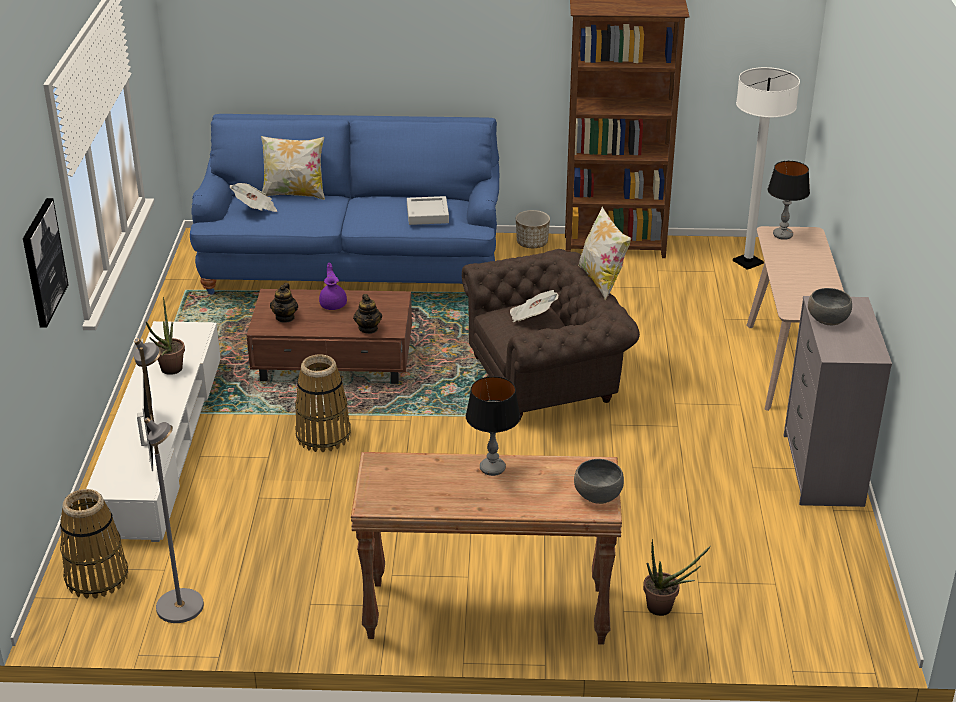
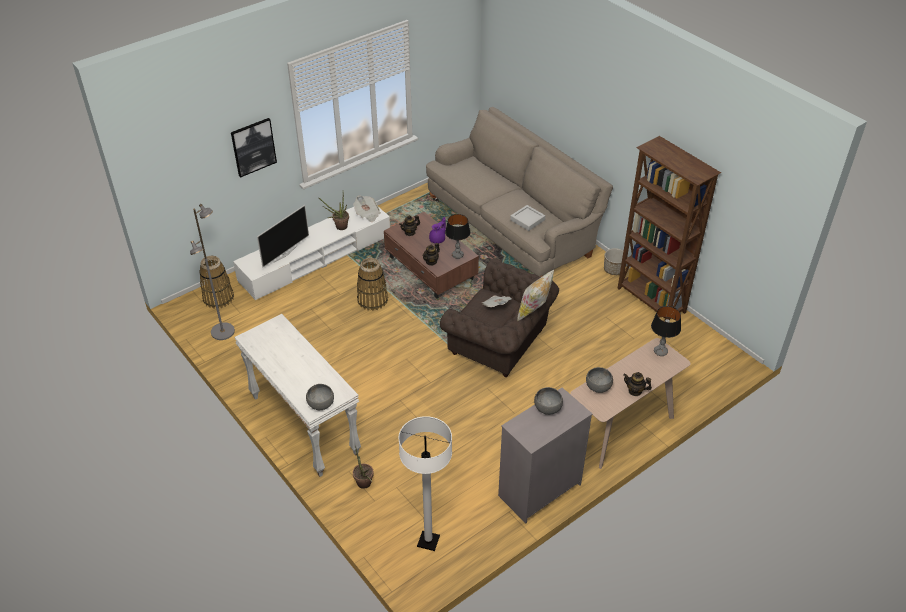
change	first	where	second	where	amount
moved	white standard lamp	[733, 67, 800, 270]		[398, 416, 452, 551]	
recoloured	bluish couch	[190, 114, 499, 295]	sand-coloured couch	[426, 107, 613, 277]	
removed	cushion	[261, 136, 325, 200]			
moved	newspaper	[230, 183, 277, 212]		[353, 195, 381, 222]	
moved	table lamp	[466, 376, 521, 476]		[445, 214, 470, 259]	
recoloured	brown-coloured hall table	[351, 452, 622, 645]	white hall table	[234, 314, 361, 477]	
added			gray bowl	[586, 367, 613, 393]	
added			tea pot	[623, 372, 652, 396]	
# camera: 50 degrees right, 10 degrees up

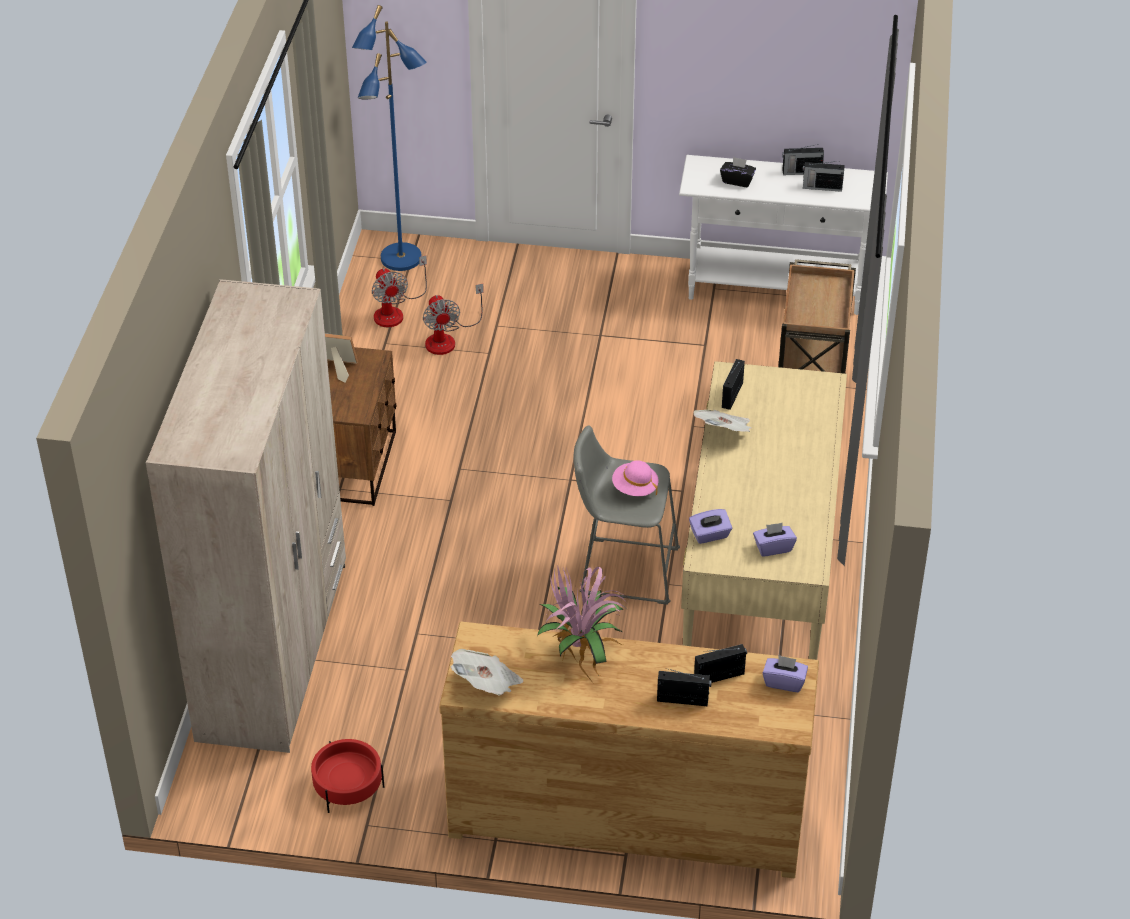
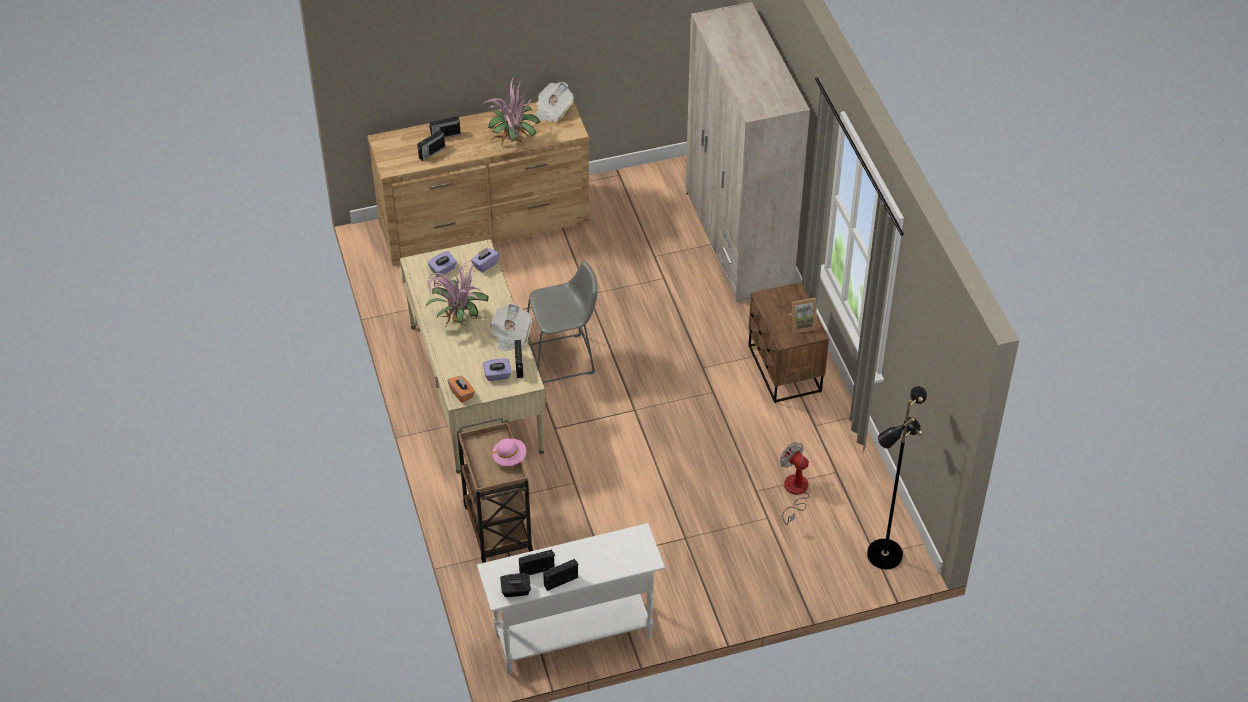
change	first	where	second	where	amount
recoloured	bluish standard lamp	[352, 5, 427, 271]	black standard lamp	[867, 386, 927, 569]	
moved	black tissue box	[720, 157, 756, 187]		[500, 573, 531, 597]	
removed	cooling fan	[372, 255, 427, 327]			
moved	pink clothing hat	[612, 460, 659, 496]		[492, 438, 526, 466]	
moved	purple tissue box	[762, 655, 808, 692]		[483, 358, 512, 381]	
removed	reddish flower pot	[311, 739, 384, 813]			
added			houseplant	[426, 262, 489, 327]	
added			orange tissue box	[448, 376, 475, 403]	
# camera: 155 degrees right, 5 degrees up

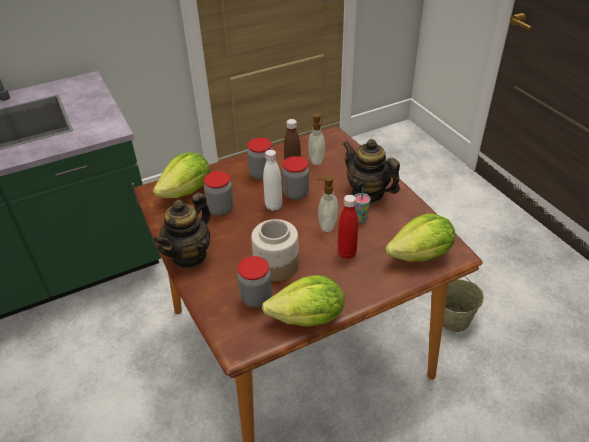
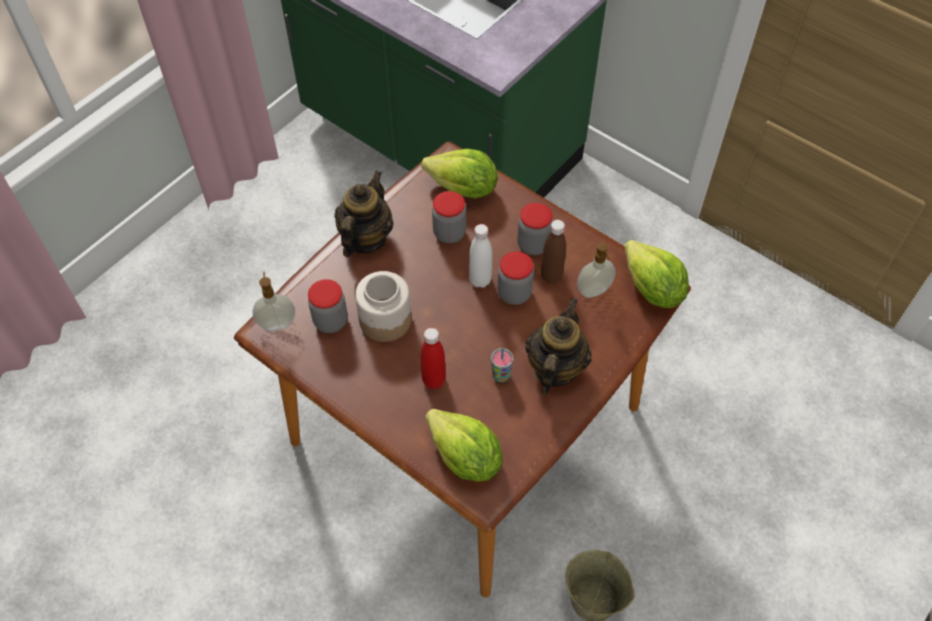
change	first	where	second	where	amount
moved	soap bottle	[317, 175, 338, 232]		[252, 272, 295, 331]	
turned	tea pot	[153, 193, 211, 269]		[334, 170, 394, 257]	105 degrees clockwise
moved	head of lettuce	[262, 275, 345, 327]		[625, 240, 689, 308]	
# camera: 65 degrees right, 15 degrees up

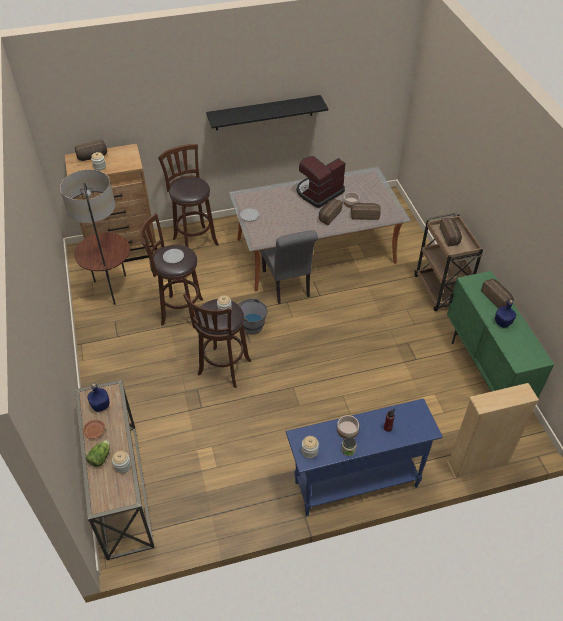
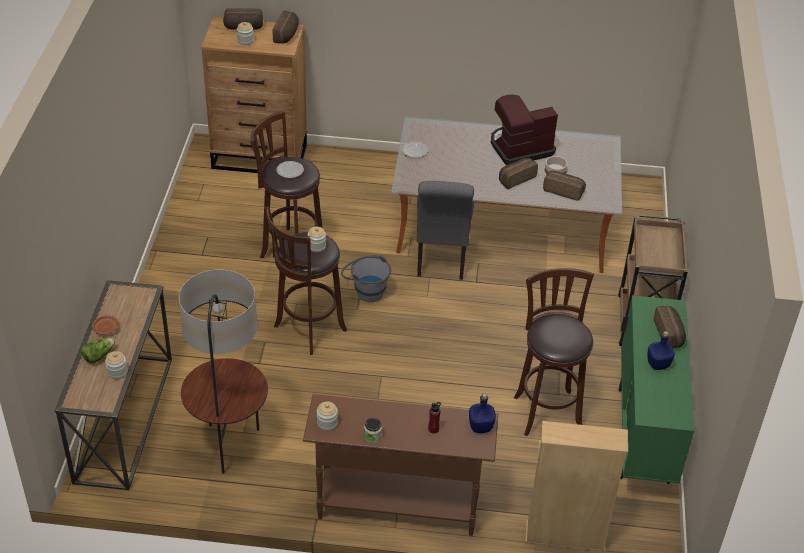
change	first	where	second	where	amount
removed	black wall shelf	[206, 95, 328, 130]			
moved	brown-coloured sitting stool	[158, 144, 219, 247]		[514, 268, 594, 436]	
moved	standard lamp	[60, 169, 130, 305]		[179, 270, 268, 474]	
moved	baked bread	[440, 218, 462, 246]		[273, 10, 299, 44]	
moved	bluish drink bottle	[87, 383, 109, 412]		[469, 393, 496, 433]	
recoloured	bluish hall table	[286, 398, 443, 516]	brown-coloured hall table	[303, 394, 498, 536]	
removed	bowl	[337, 415, 359, 439]			
# camera: 20 degrees right, 5 degrees down

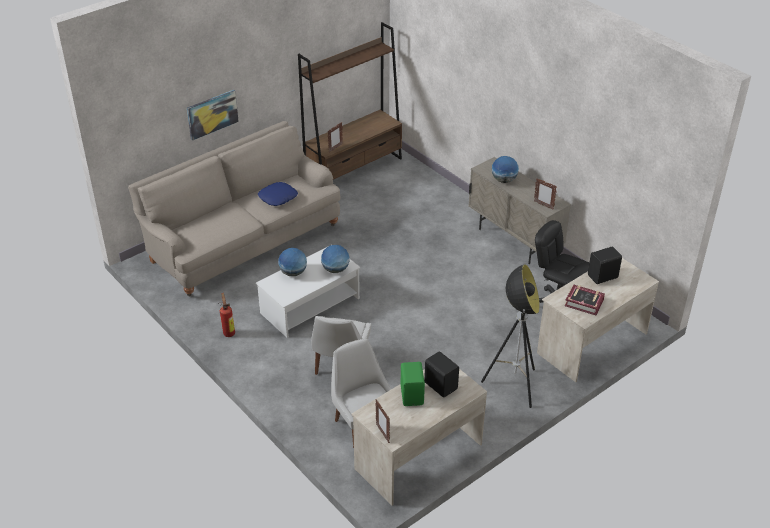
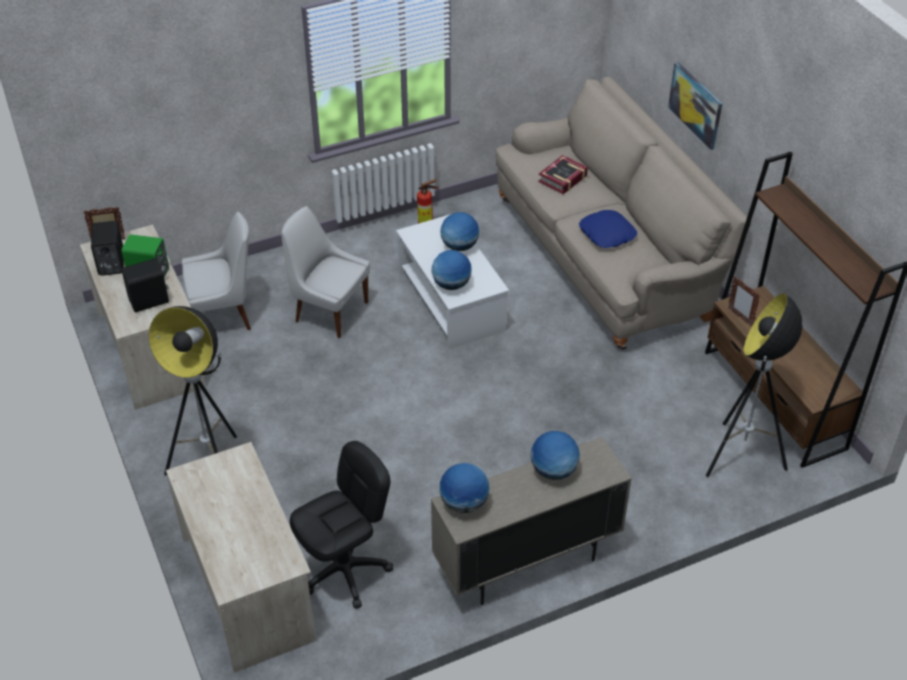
change	first	where	second	where	amount
replaced	standing frame	[534, 178, 557, 210]	desk globe	[440, 463, 490, 513]	
moved	black speaker	[588, 246, 622, 284]		[91, 221, 124, 276]	
moved	volume	[565, 284, 605, 316]		[538, 155, 588, 194]	
added			standard lamp	[706, 293, 802, 477]	
# camera: 105 degrees right, 5 degrees up

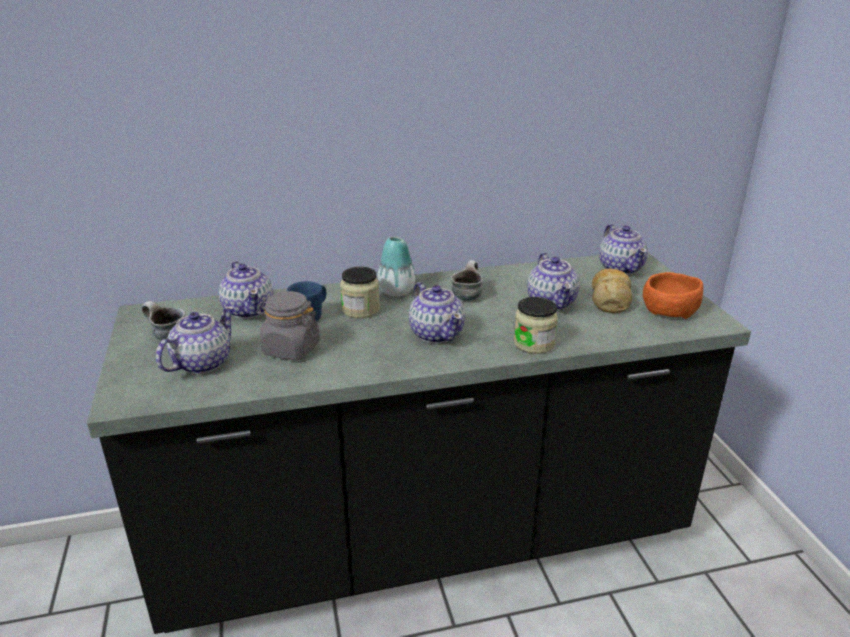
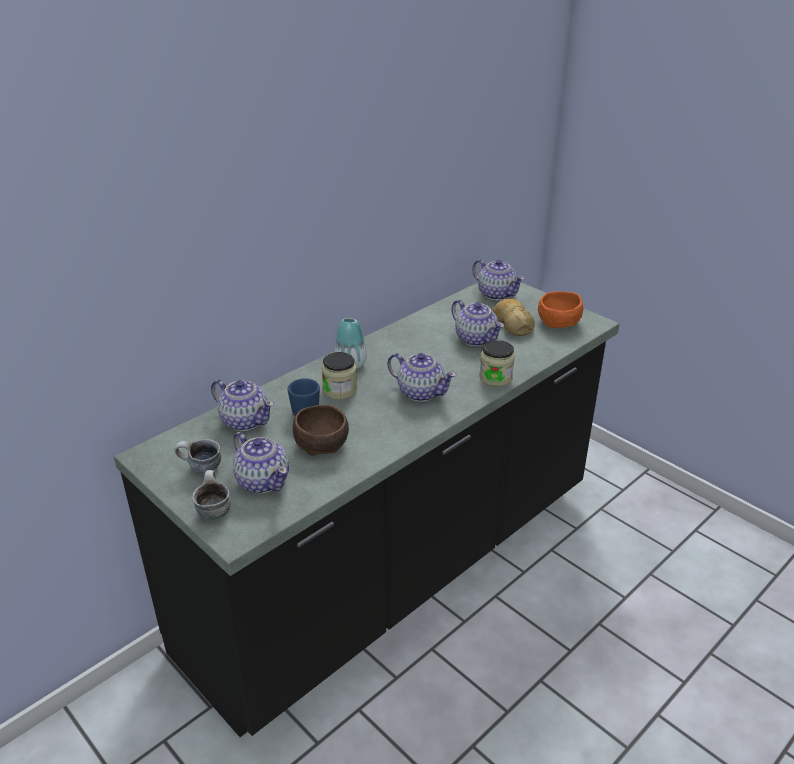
change	first	where	second	where	amount
moved	mug	[451, 260, 483, 301]		[192, 470, 231, 520]	
replaced	gray storage jar	[256, 291, 320, 360]	brown-coloured bowl	[293, 405, 349, 456]	
turned	tea pot	[156, 306, 234, 374]		[233, 432, 289, 493]	135 degrees clockwise
# camera: 30 degrees left, 5 degrees up

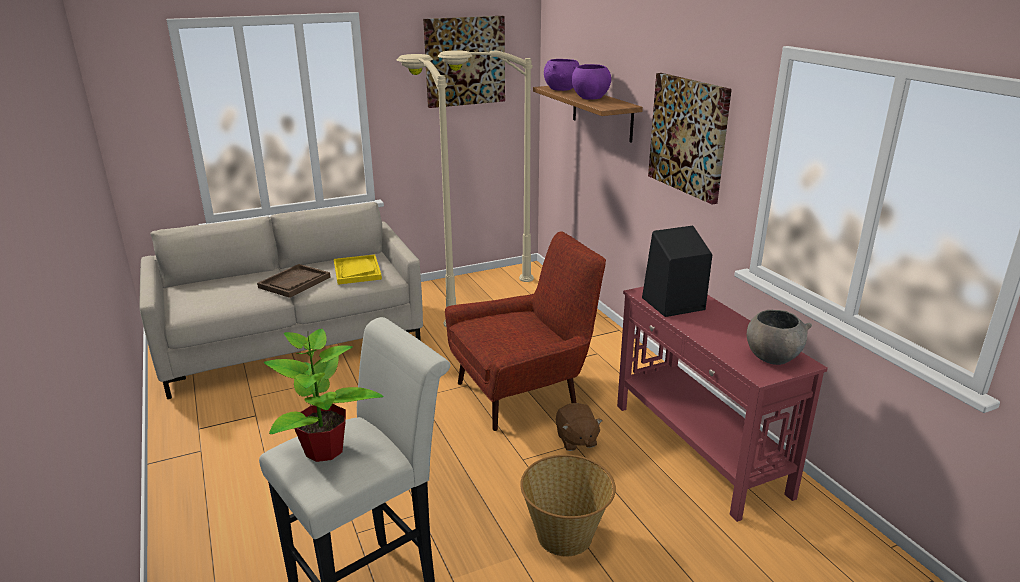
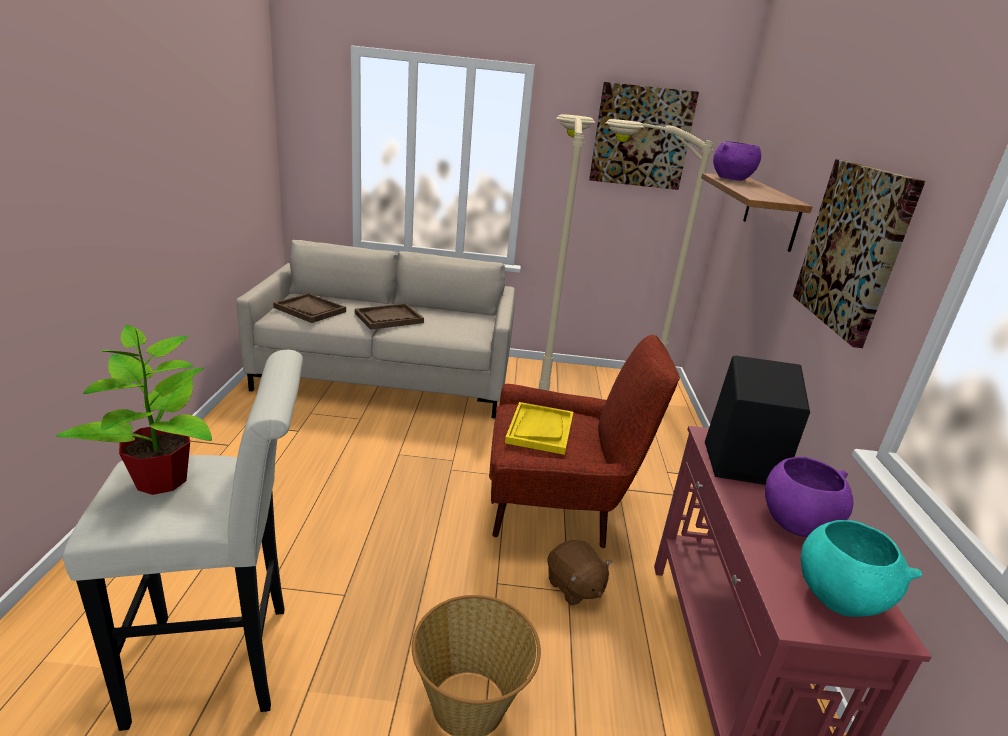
change	first	where	second	where	amount
moved	purple bowl	[572, 64, 611, 100]		[765, 457, 854, 537]	
moved	yellow carrying tray	[334, 254, 382, 285]		[505, 402, 573, 455]	
recoloured	gray bowl	[747, 310, 812, 365]	turquoise-coloured bowl	[801, 520, 922, 617]	
turned	brown-coloured soft toy	[556, 403, 603, 451]		[547, 540, 612, 605]	45 degrees counterclockwise
added			brown-coloured carrying tray	[273, 293, 346, 323]	
# camera: 25 degrees right, 0 degrees up

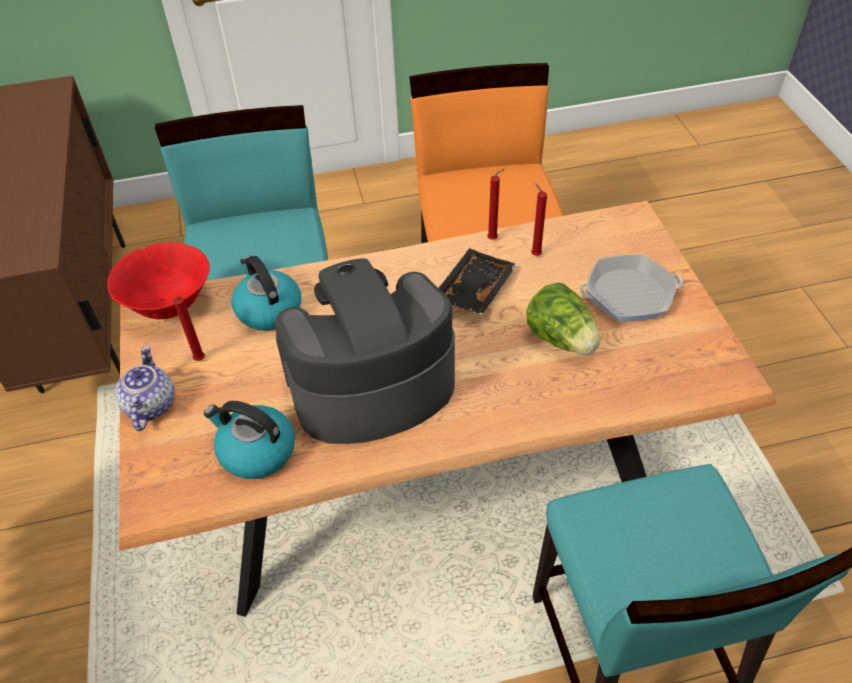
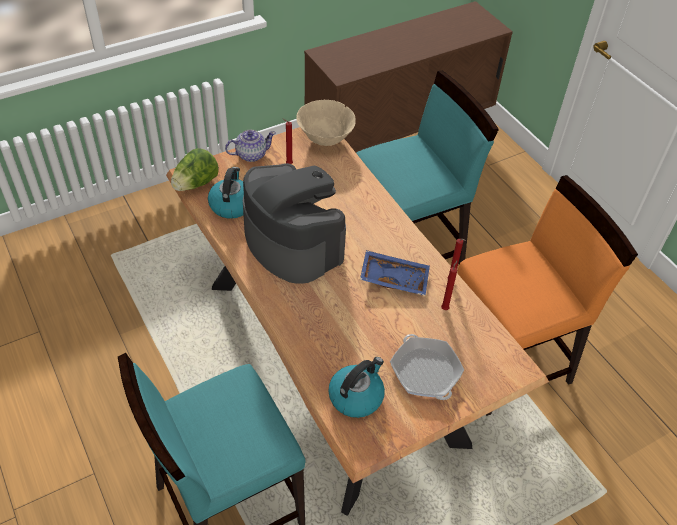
change	first	where	second	where	amount
recoloured	reddish bowl	[107, 242, 210, 319]	sand-coloured bowl	[297, 100, 356, 146]	
recoloured	black carrying tray	[439, 248, 517, 315]	bluish carrying tray	[360, 250, 430, 296]	
moved	kettle	[232, 256, 301, 331]		[328, 357, 385, 418]	
moved	head of lettuce	[526, 283, 600, 355]		[171, 148, 219, 191]	
# camera: 70 degrees right, 0 degrees up

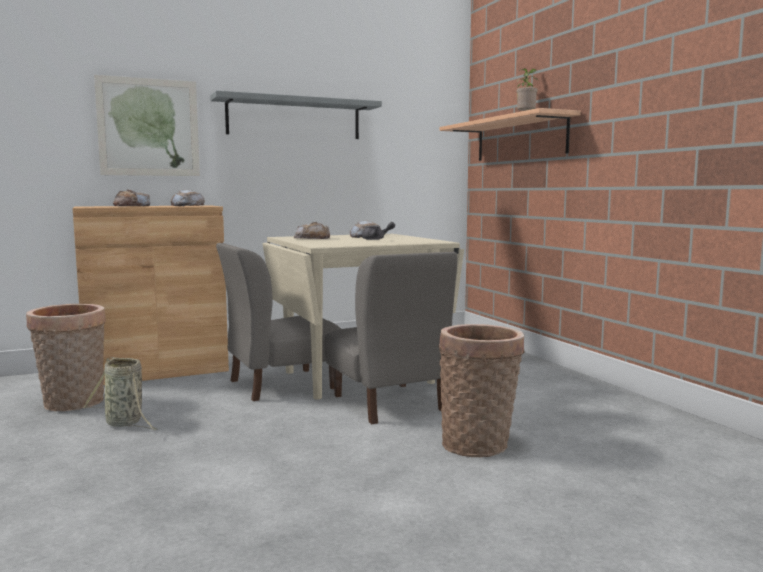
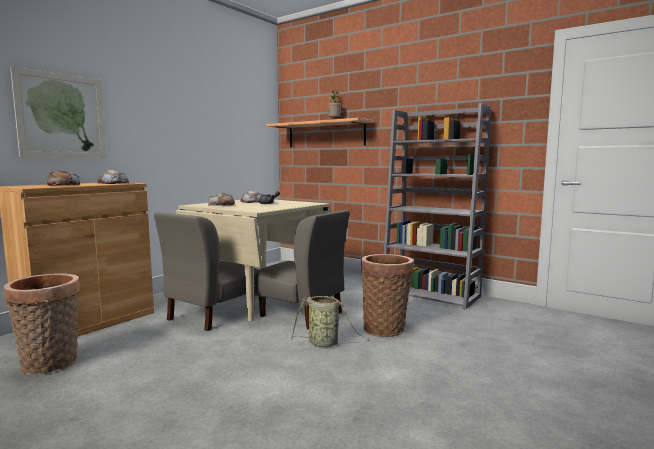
change	first	where	second	where	amount
removed	gray wall shelf	[210, 91, 382, 139]			
moved	storage basket	[83, 357, 158, 430]		[291, 296, 369, 347]	
added			gray shelving unit	[384, 103, 491, 309]	
# camera: 30 degrees left, 0 degrees up

